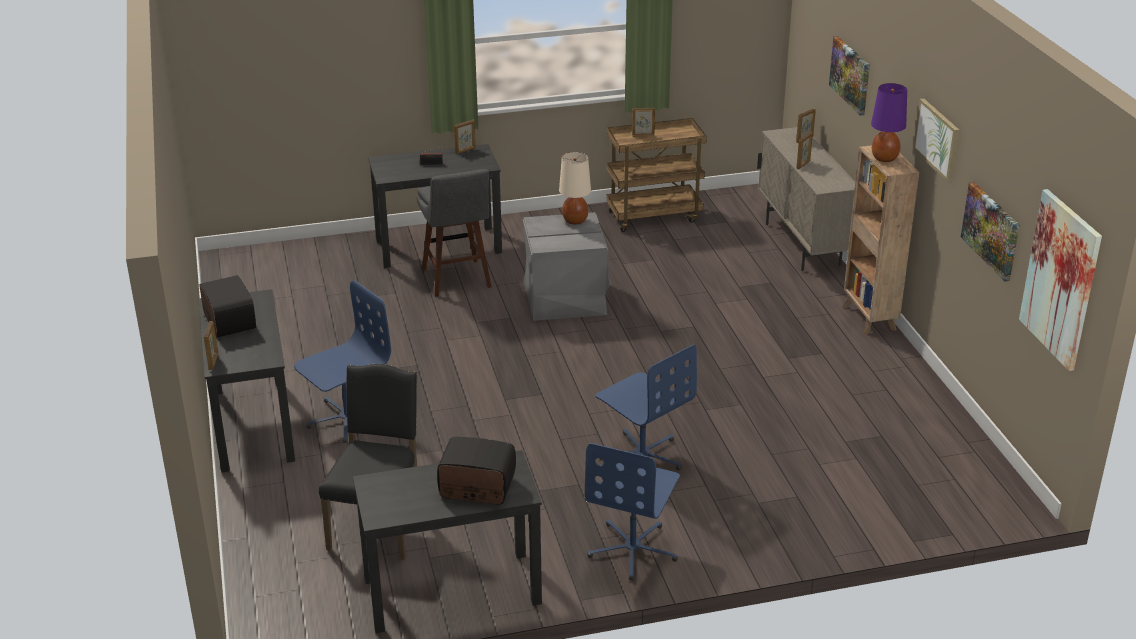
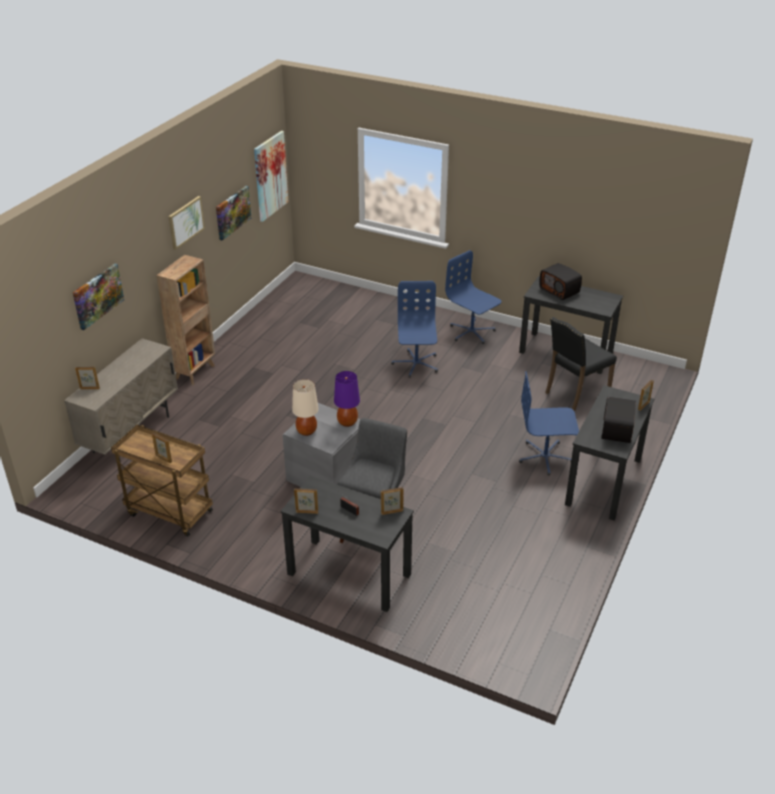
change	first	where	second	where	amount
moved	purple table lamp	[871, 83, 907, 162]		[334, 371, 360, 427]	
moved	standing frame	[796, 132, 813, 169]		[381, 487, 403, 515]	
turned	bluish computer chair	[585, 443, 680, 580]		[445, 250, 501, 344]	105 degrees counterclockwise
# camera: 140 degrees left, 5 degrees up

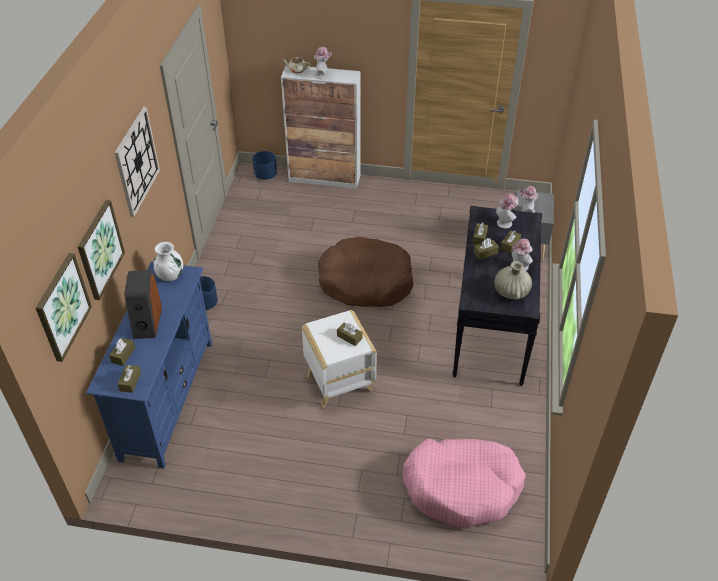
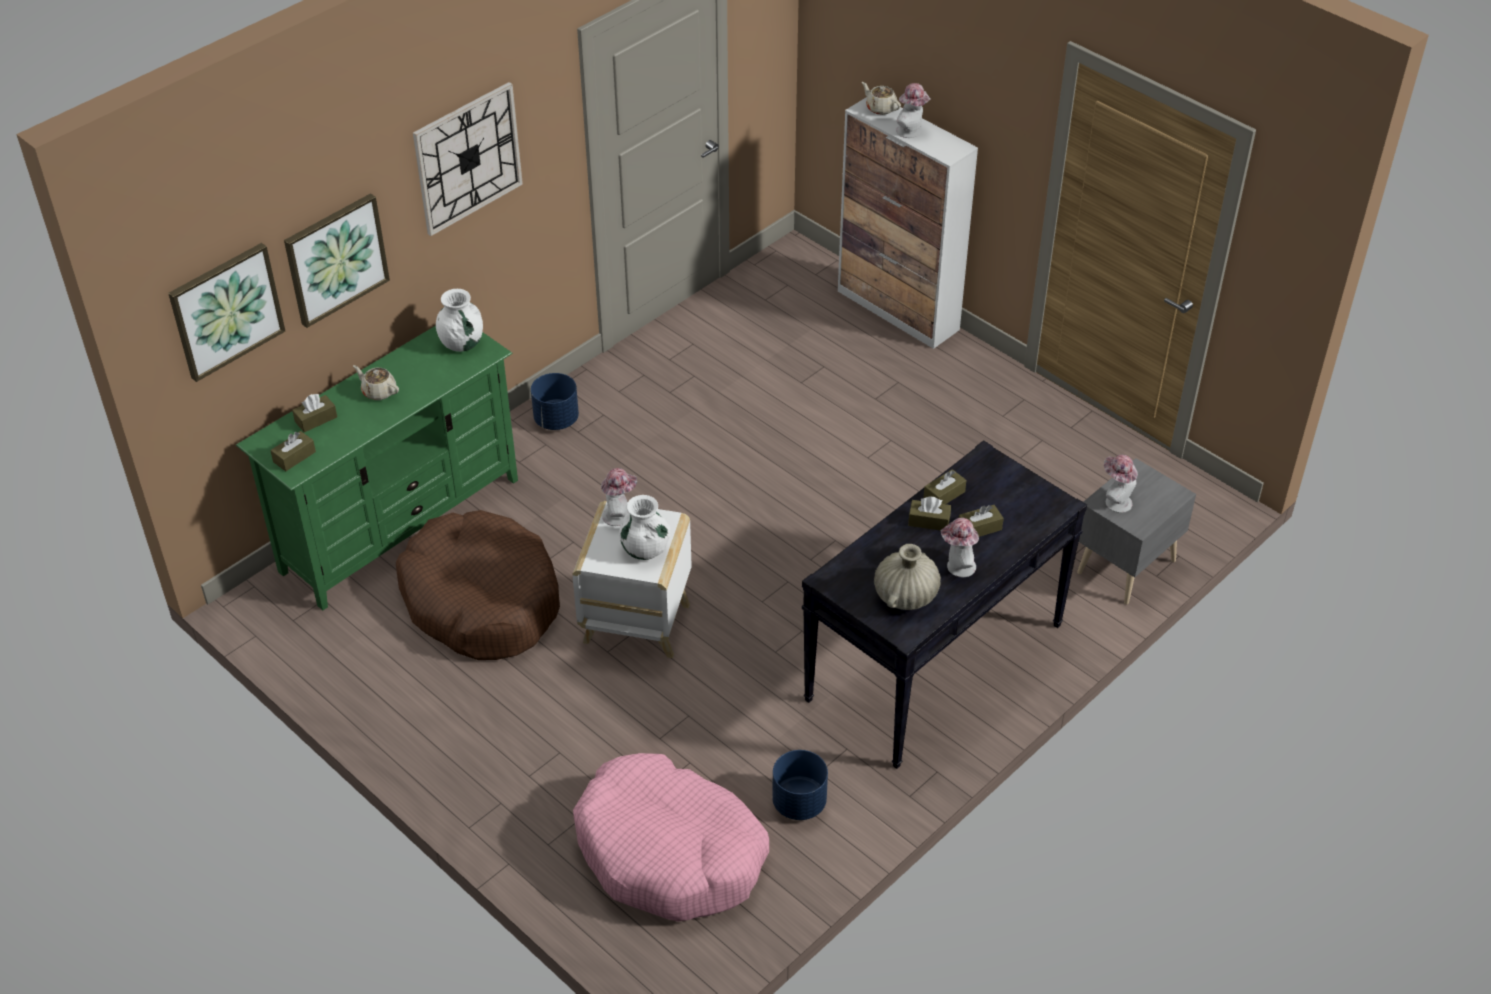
change	first	where	second	where	amount
moved	bluish flower pot	[252, 151, 277, 180]		[772, 750, 828, 820]	
moved	clothing hat	[496, 194, 519, 228]		[601, 468, 637, 526]	
moved	brown-coloured dog bed	[318, 237, 413, 307]		[396, 510, 560, 660]	
recoloured	bluish tv stand	[86, 262, 212, 469]	greenish tv stand	[236, 326, 518, 610]	
replaced	speaker	[124, 270, 162, 339]	sand-coloured tea pot	[353, 365, 399, 400]	
replaced	brown-coloured tissue box	[337, 323, 362, 346]	white vase	[619, 495, 671, 560]	
# camera: 35 degrees right, 0 degrees up

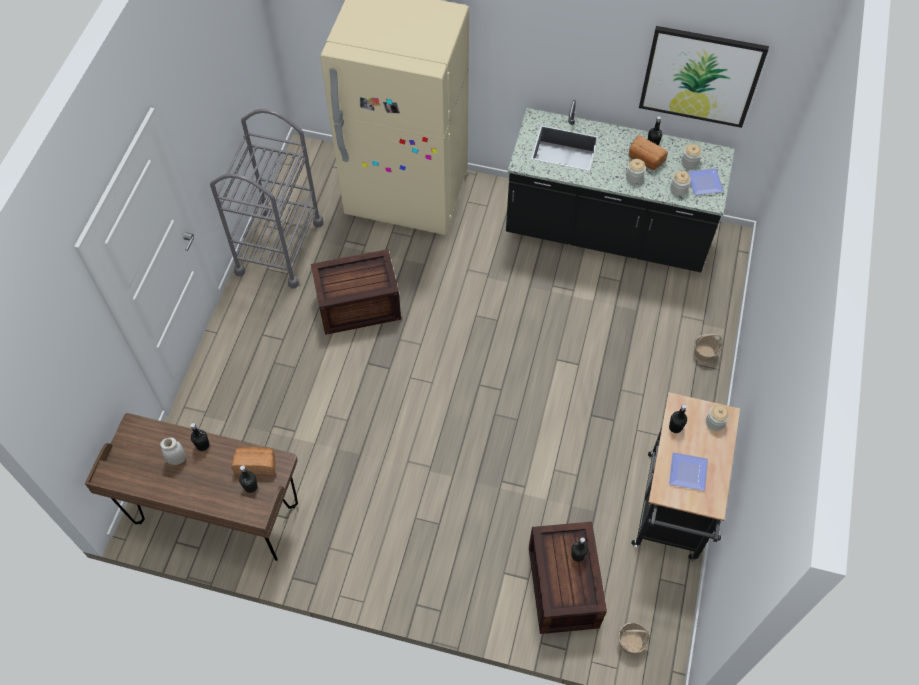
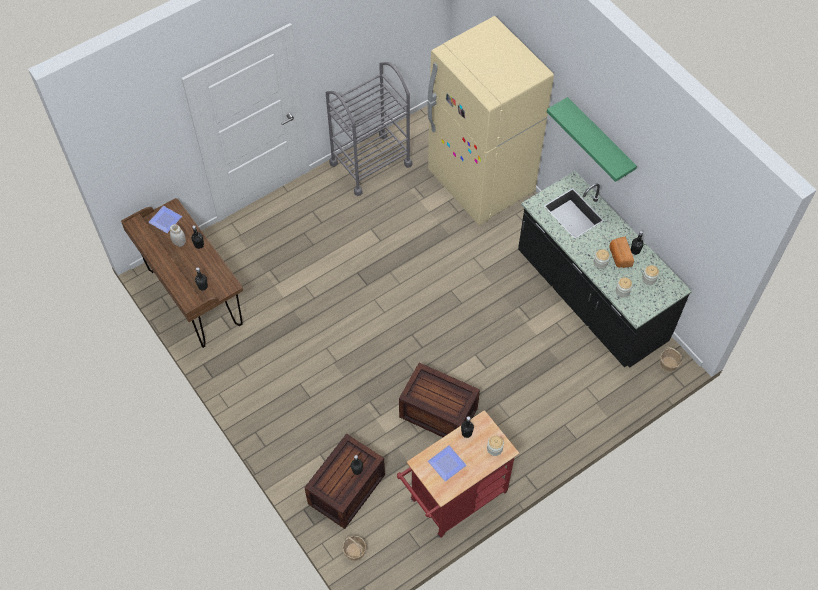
change	first	where	second	where	amount
removed	wall art	[639, 26, 769, 128]			
moved	flat dish	[687, 168, 724, 195]		[148, 206, 182, 233]	
moved	shipping crate	[311, 249, 401, 335]		[399, 363, 480, 437]	
moved	storage basket	[693, 334, 722, 364]		[660, 347, 683, 373]	
recoloured	black cart	[631, 392, 740, 561]	reddish cart	[397, 410, 519, 538]	
removed	baked bread	[231, 447, 275, 475]			
added			greenish wall shelf	[547, 97, 637, 182]	
# camera: 40 degrees right, 0 degrees up

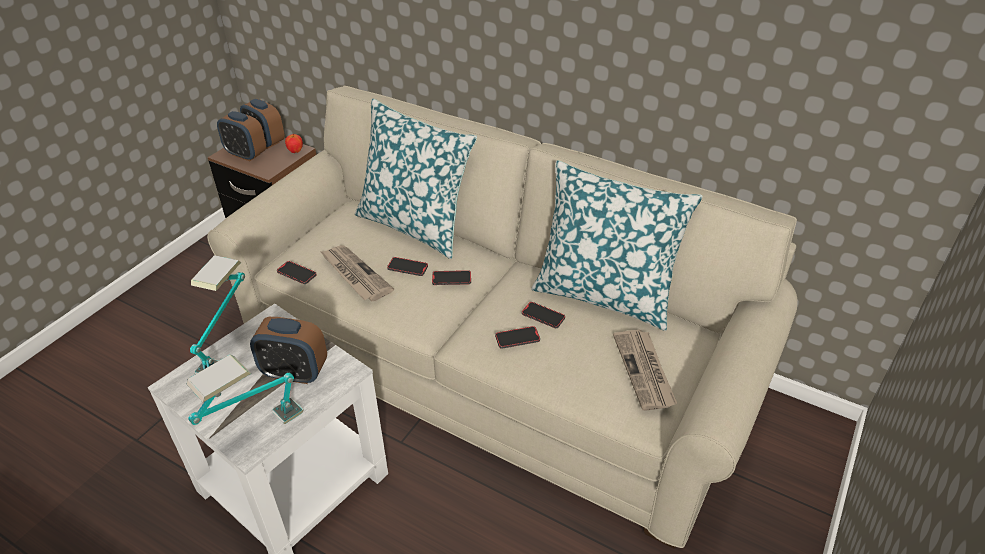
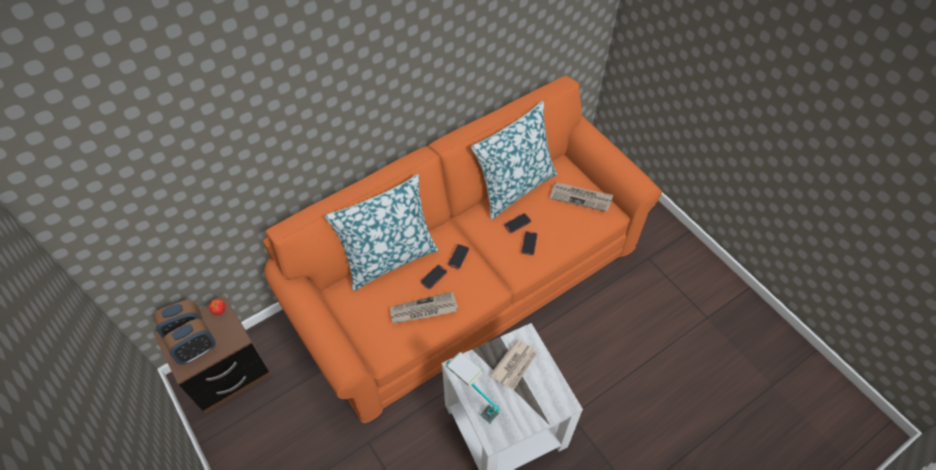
change	first	where	second	where	amount
recoloured	sand-coloured couch	[207, 86, 798, 549]	orange couch	[263, 75, 662, 423]	
removed	phone	[277, 261, 317, 284]			
replaced	bedside clock	[250, 317, 327, 384]	newspaper	[490, 339, 538, 390]	
removed	table lamp	[187, 354, 304, 425]			
# camera: 65 degrees left, 15 degrees up

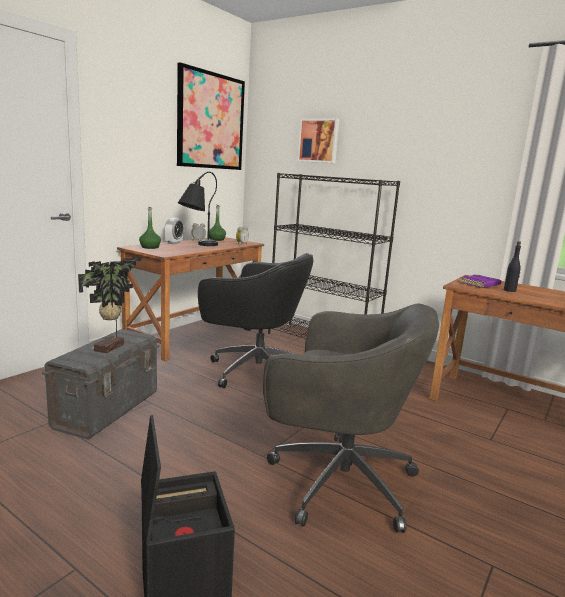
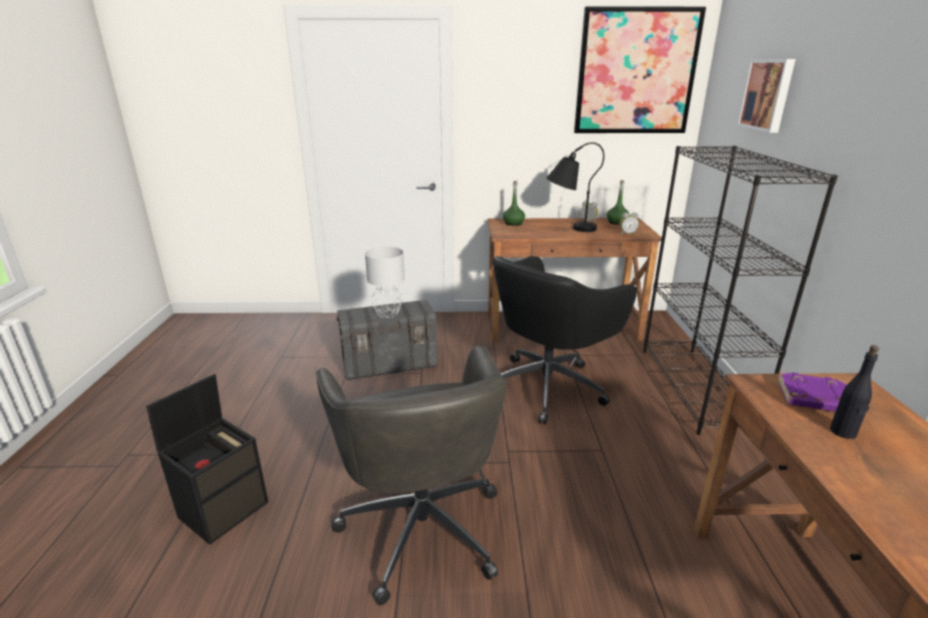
change	first	where	second	where	amount
removed	bedside clock	[164, 218, 184, 244]			
turned	black computer chair	[198, 253, 314, 388]		[493, 256, 637, 424]	60 degrees clockwise
replaced	houseplant	[78, 257, 141, 353]	gray table lamp	[365, 247, 405, 318]	
# camera: 55 degrees right, 10 degrees up

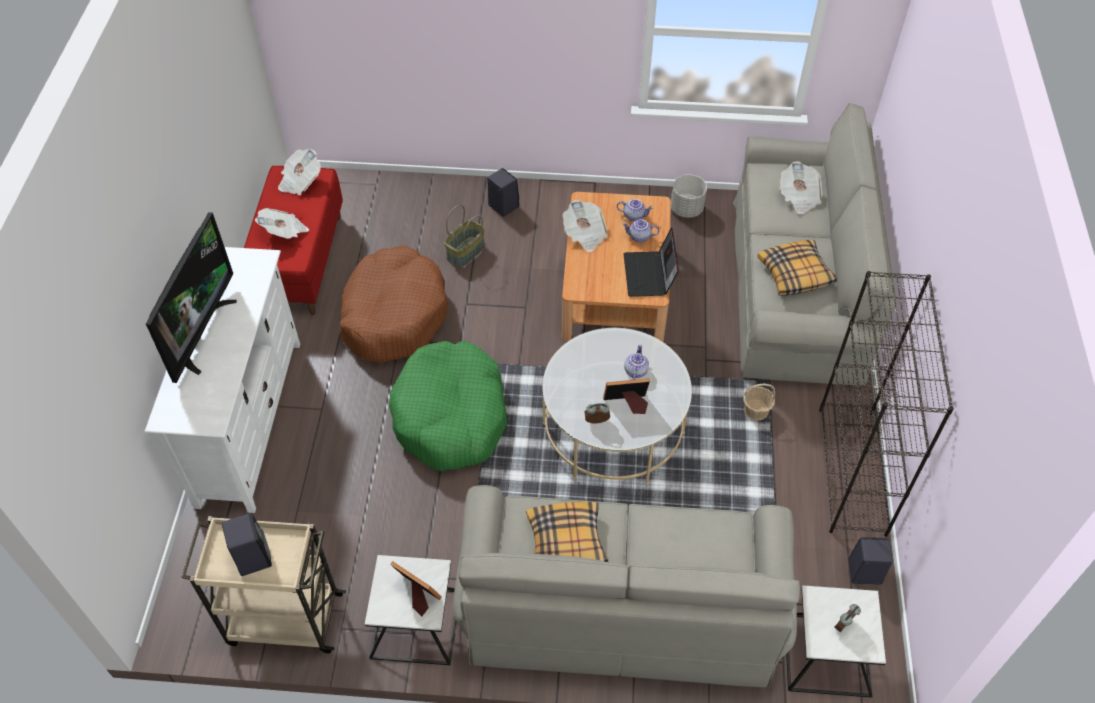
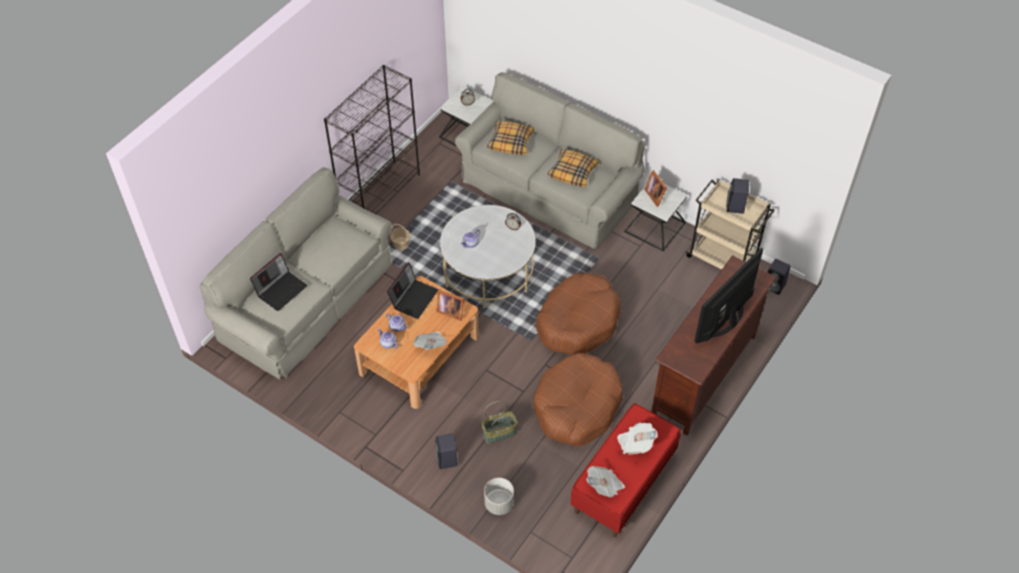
change	first	where	second	where	amount
replaced	newspaper	[779, 161, 822, 215]	laptop	[250, 253, 308, 311]	
moved	gray flower pot	[671, 174, 707, 218]		[484, 478, 514, 515]	
moved	cushion	[758, 240, 837, 296]		[487, 121, 534, 155]	
recoloured	white tv stand	[144, 247, 300, 513]	brown-coloured tv stand	[651, 255, 777, 436]	
recoloured	greenish dog bed	[389, 341, 507, 471]	brown-coloured dog bed	[536, 273, 621, 354]	
moved	standing frame	[603, 378, 650, 414]		[436, 290, 464, 321]	
moved	black speaker	[849, 537, 893, 585]		[767, 259, 791, 295]	
# camera: 150 degrees left, 0 degrees up

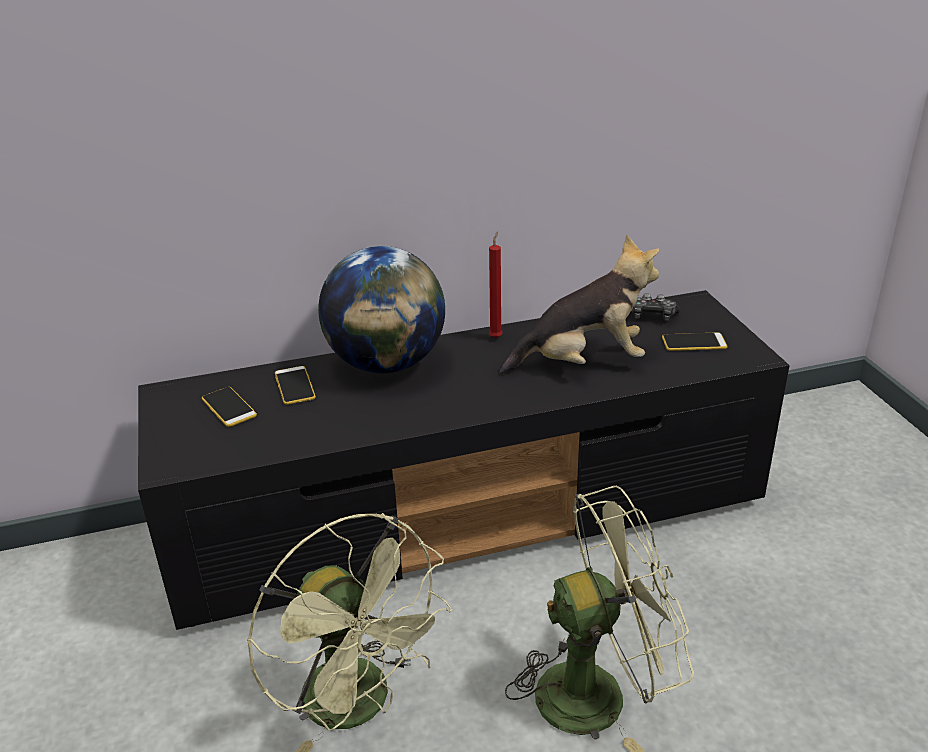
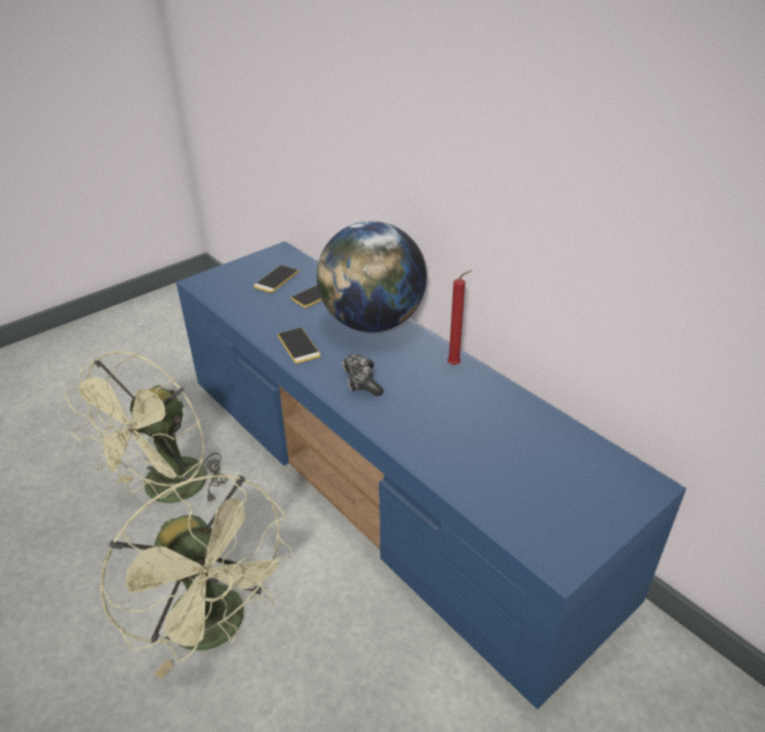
change	first	where	second	where	amount
removed	soft toy	[499, 235, 659, 374]			
recoloured	black tv stand	[138, 290, 790, 630]	bluish tv stand	[176, 241, 686, 710]	
moved	joypad	[631, 293, 680, 321]		[342, 354, 383, 396]	
moved	phone	[662, 332, 727, 351]		[278, 328, 321, 364]	
# camera: 65 degrees right, 5 degrees up

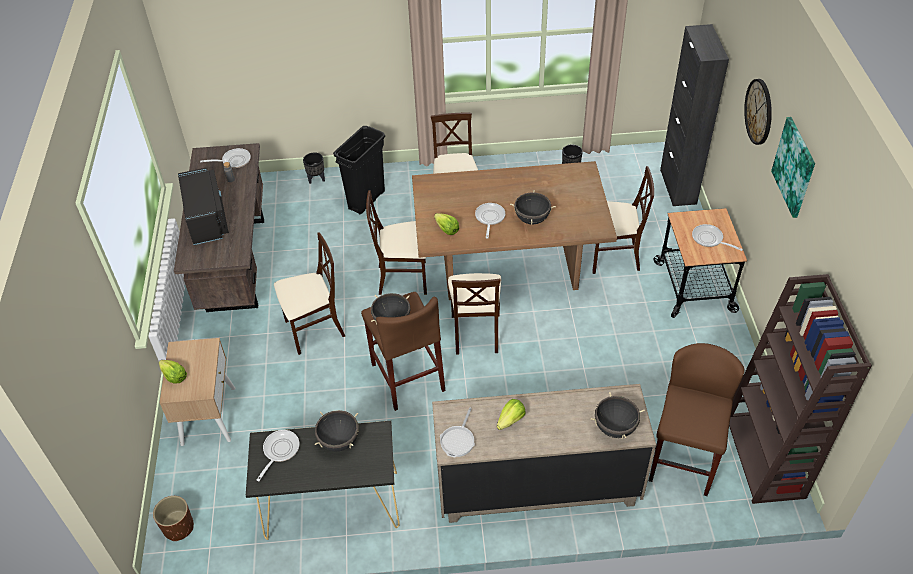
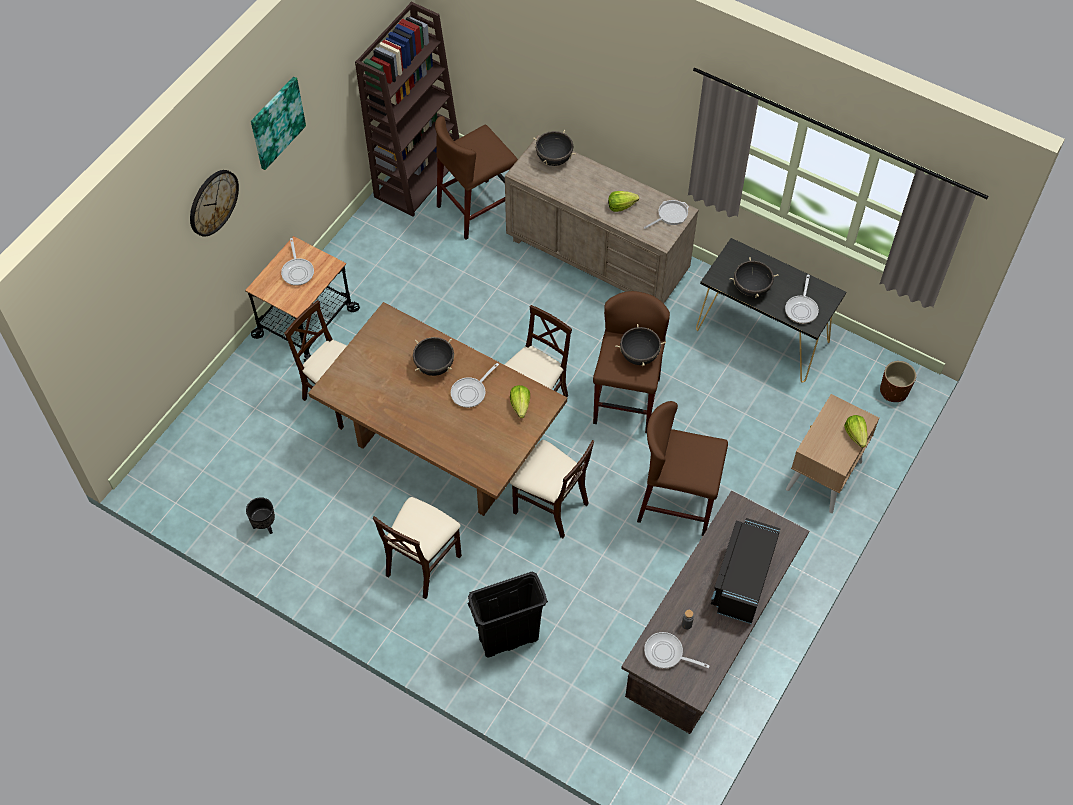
change	first	where	second	where	amount
removed	black cupboard	[660, 24, 729, 206]			
removed	black flower pot	[303, 153, 325, 184]			
replaced	sand-coloured plain chair	[274, 232, 345, 355]	brown-coloured sitting stool	[637, 401, 728, 536]	
turned	frying pan	[257, 430, 299, 481]		[785, 275, 819, 324]	45 degrees counterclockwise
# camera: 145 degrees left, 10 degrees up

